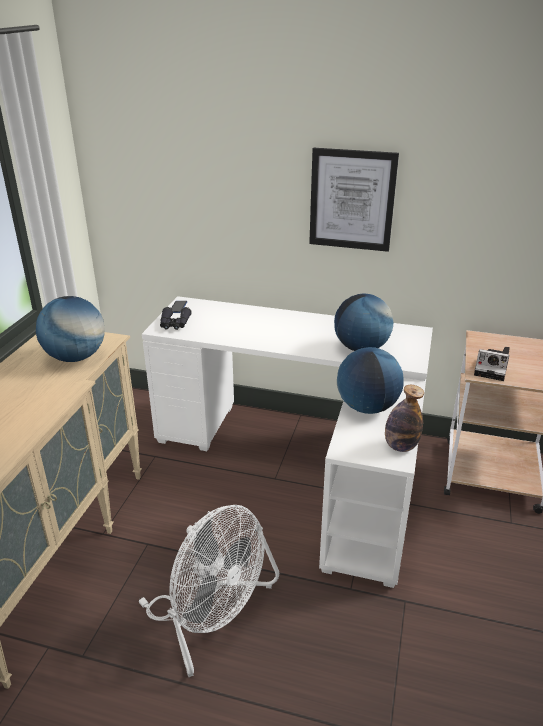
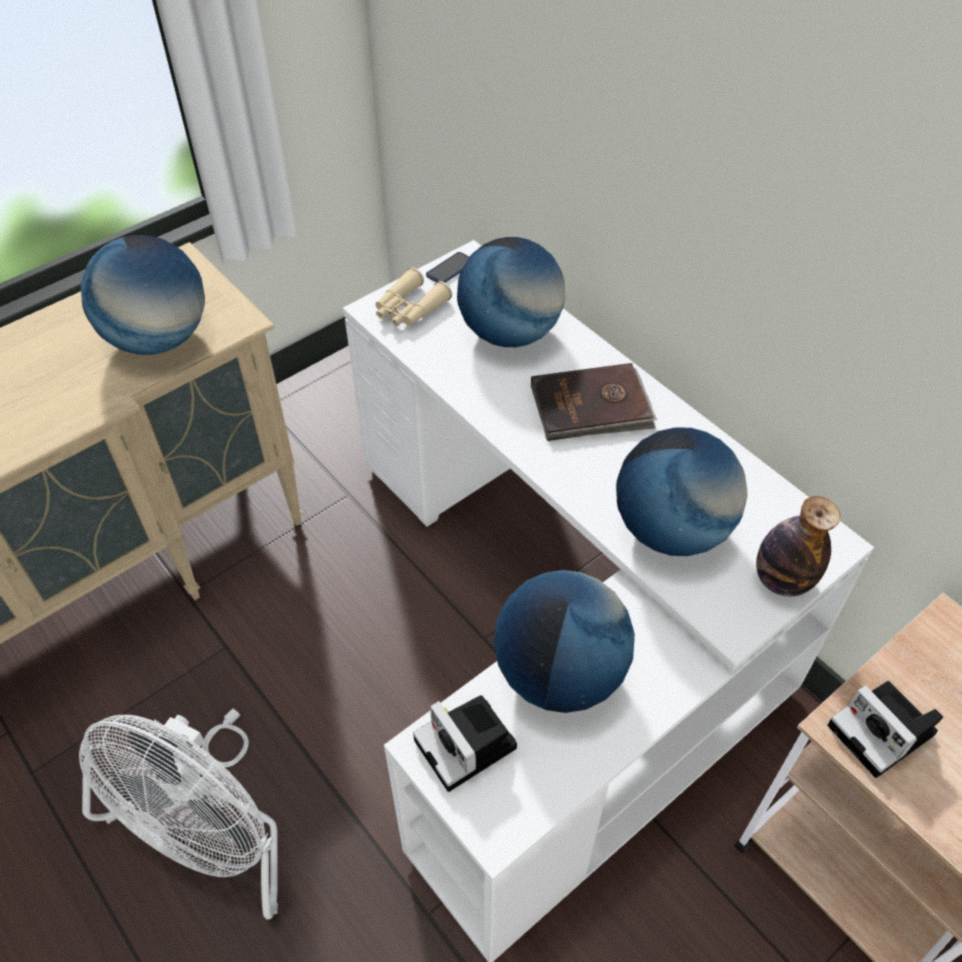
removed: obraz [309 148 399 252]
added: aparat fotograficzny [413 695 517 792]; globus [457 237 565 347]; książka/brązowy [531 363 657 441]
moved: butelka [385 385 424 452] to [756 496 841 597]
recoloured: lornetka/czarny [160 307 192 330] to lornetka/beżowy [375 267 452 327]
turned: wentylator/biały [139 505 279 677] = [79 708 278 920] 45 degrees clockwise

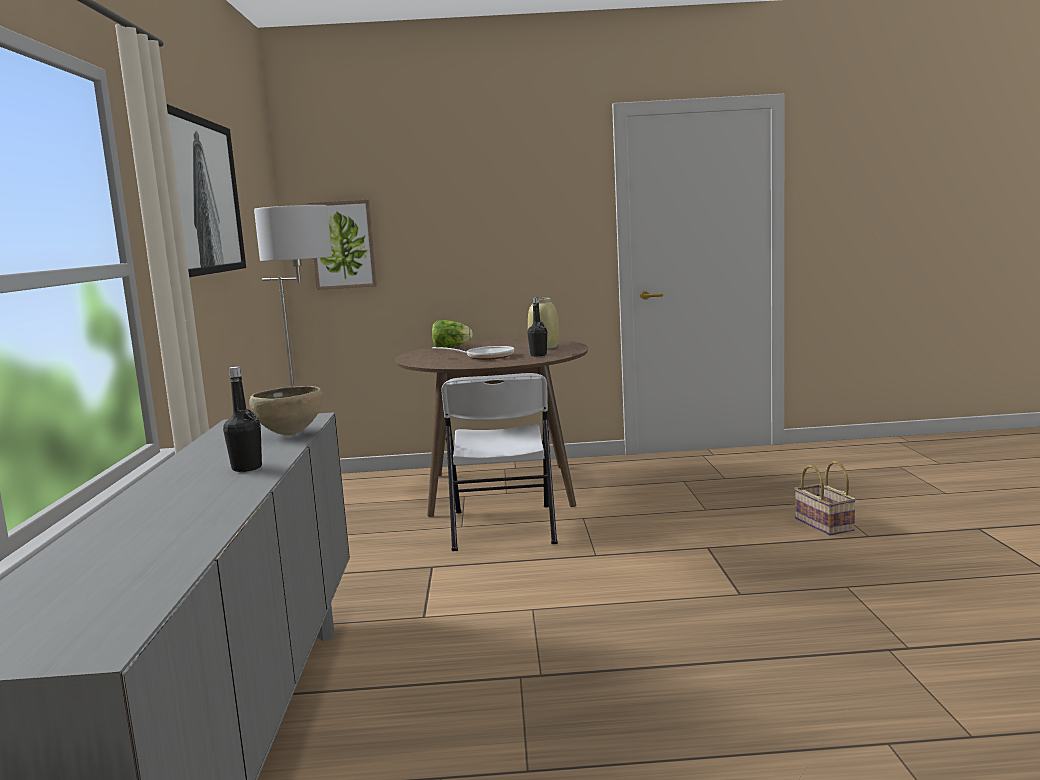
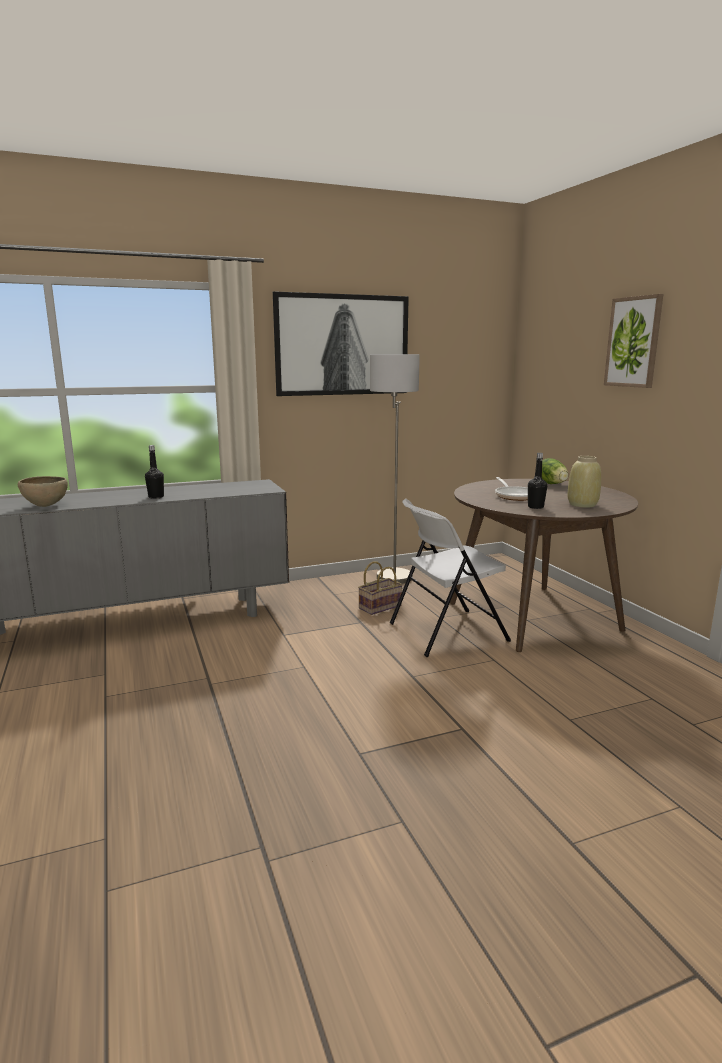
moved: miska/brązowy [249 386 323 435] to [18 476 68 507]; obraz [308 200 377 290] to [604 294 663 388]; koszyk [794 461 856 536] to [358 561 403 615]

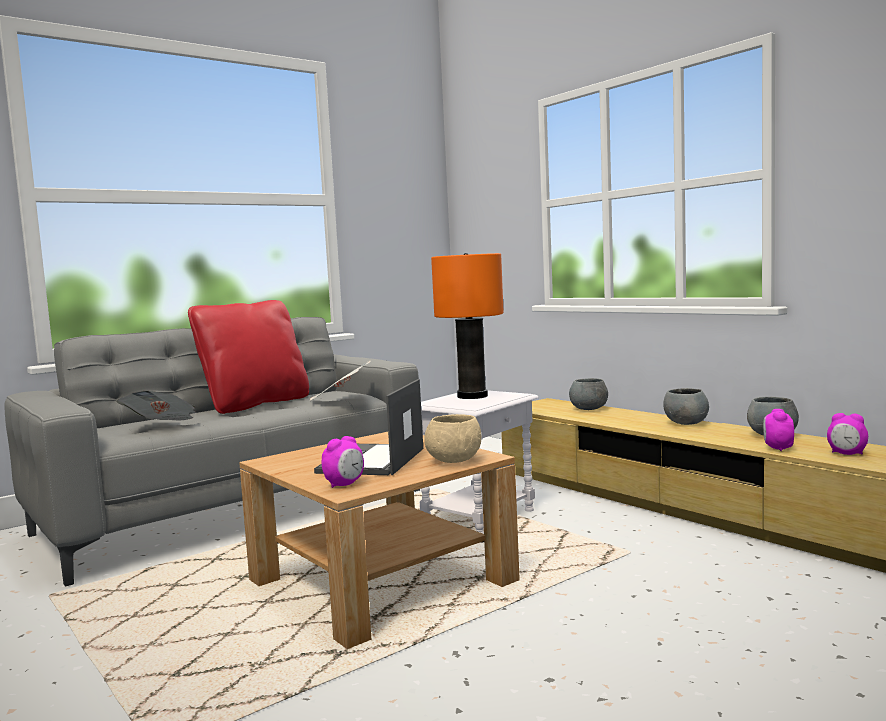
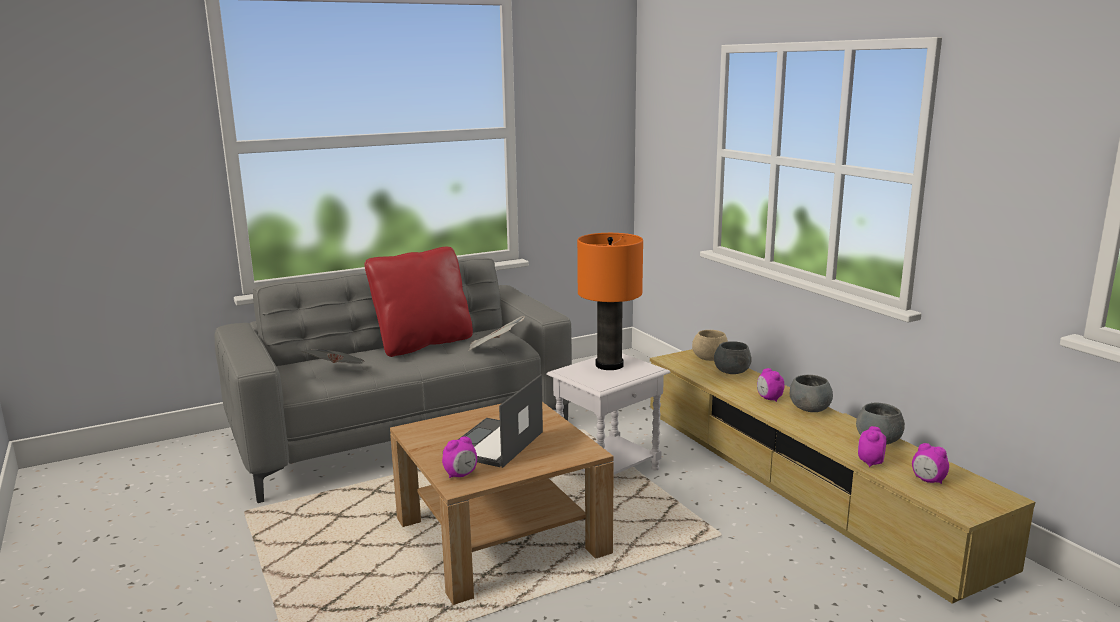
added: budzik [757 368 784 402]
moved: miska/beżowy [424 414 481 463] to [692 330 728 361]

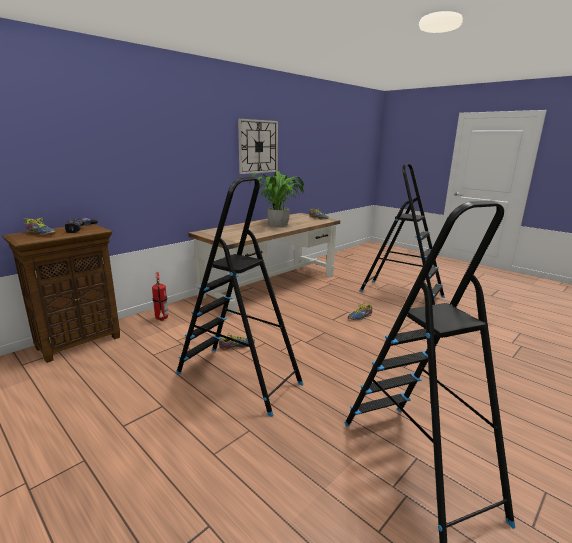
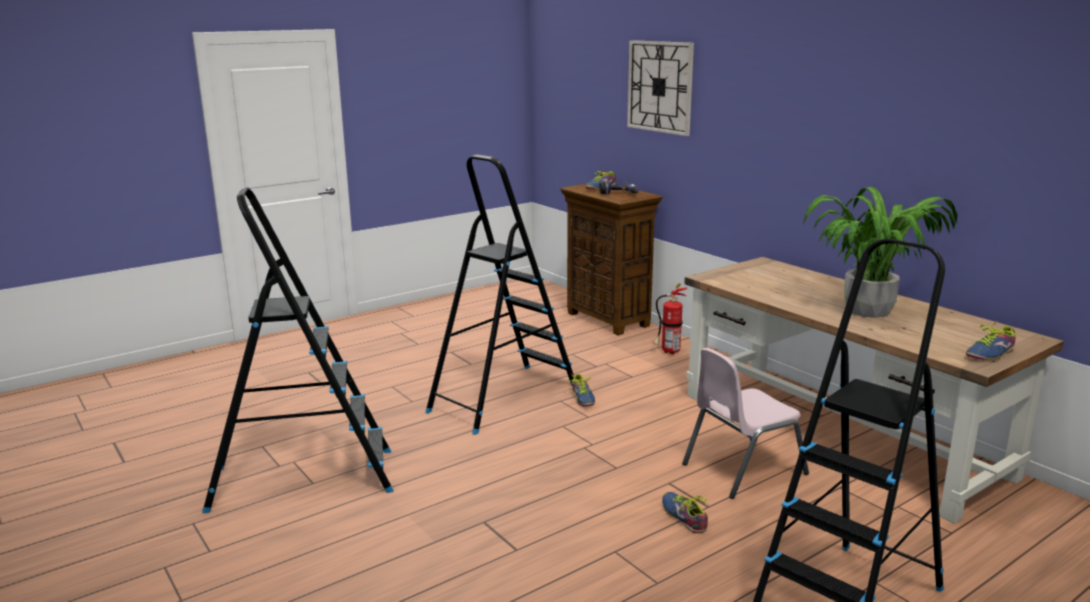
added: krzesło/różowy [682 348 809 499]
moved: zegar ścienny [238 119 278 174] to [627 40 694 136]

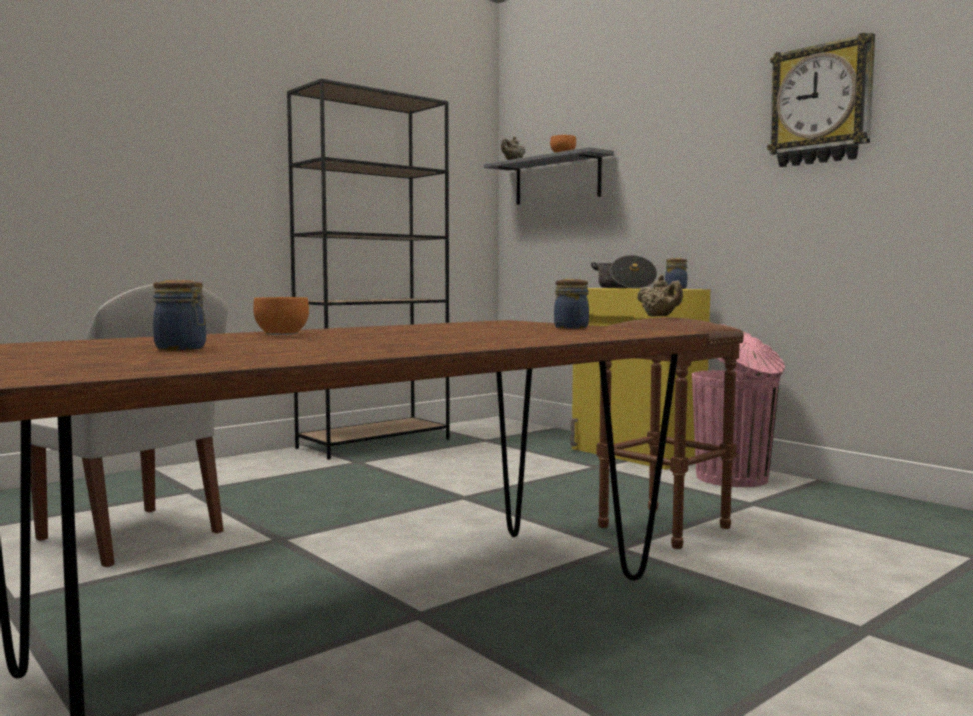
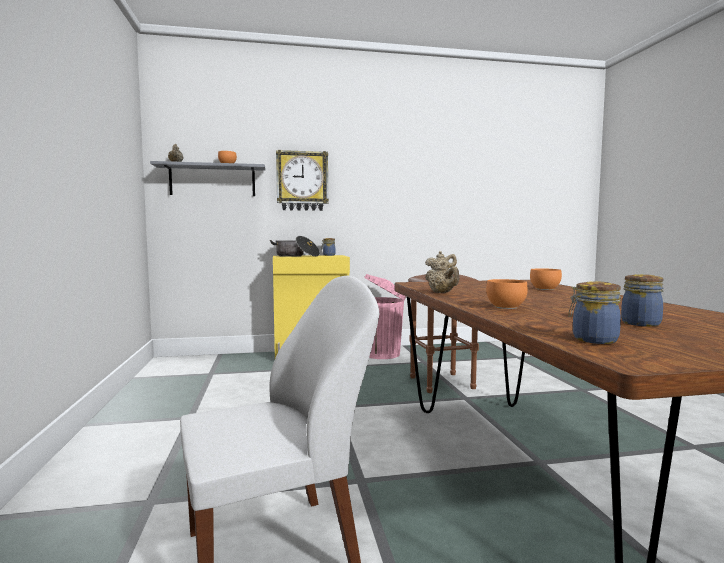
removed: regał/beżowy [287 79 450 460]
added: imbryk/beżowy [425 261 459 293]; miska/pomarańczowy [530 268 562 290]
moved: słoik [554 279 589 329] to [568 281 621 344]; zegar ścienny [767 33 875 167] to [276 150 329 211]

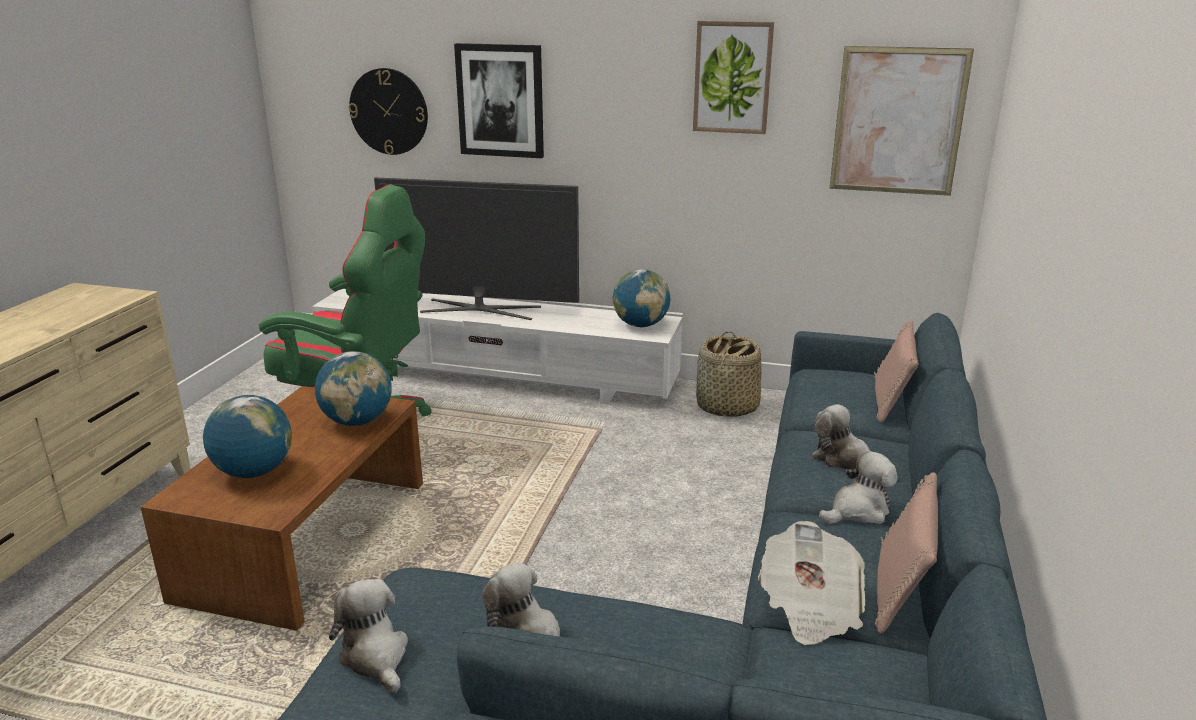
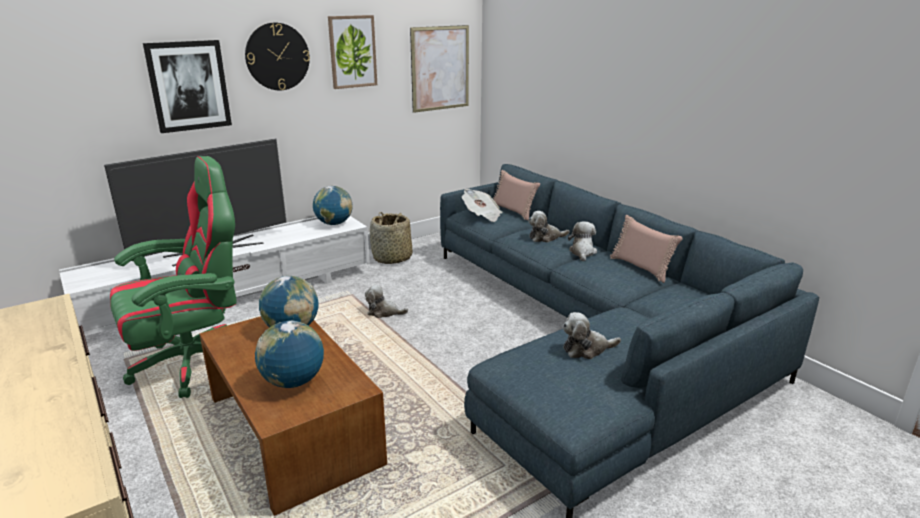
moved: pluszak [329 579 408 693] to [365 285 408 318]; zegar ścienny [348 68 428 155] to [245 23 310 90]; gazeta [758 521 865 645] to [462 189 502 222]

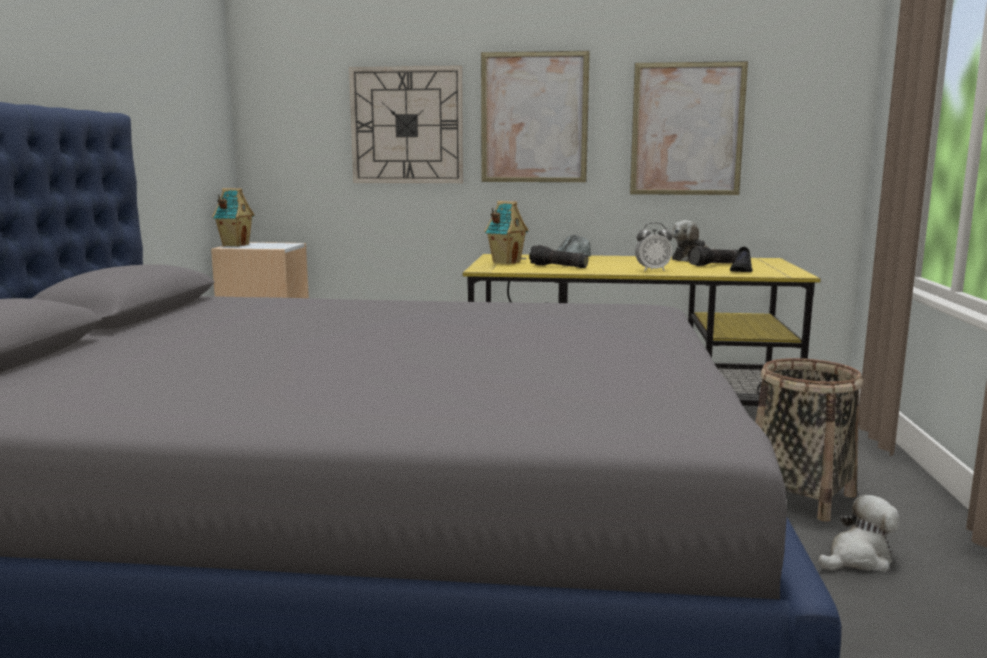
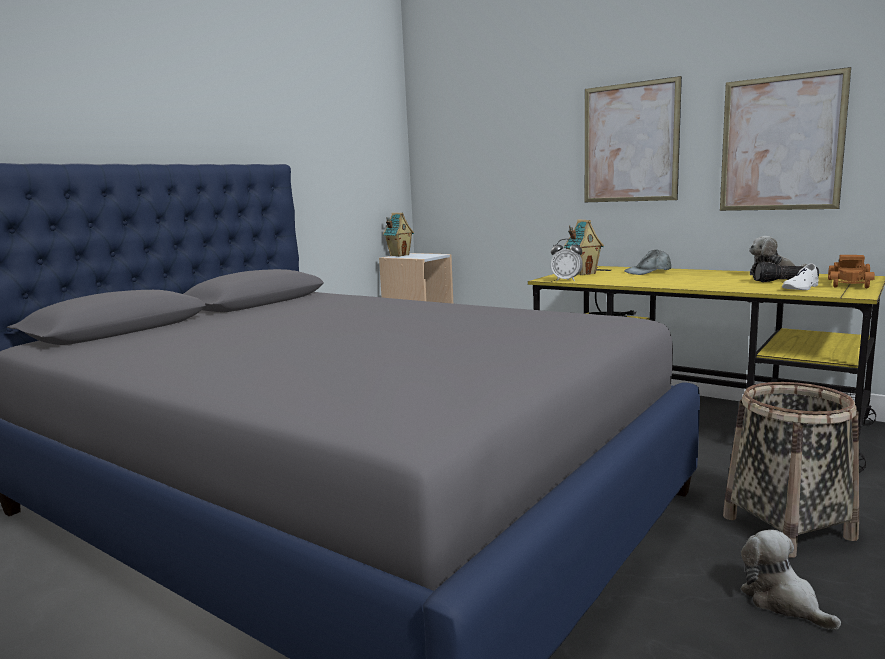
removed: zegar ścienny [349 66 463 183]; latarka [529 245 588 268]
added: ciężarówka zabawkowa [828 255 875 288]
moved: budzik [635 222 672 271] to [551 239 583 281]
recoloured: but/czarny [730 246 752 272] to but/biały [782 263 819 290]
turned: pluszak [818 495 900 572] = [740 530 841 630] 120 degrees counterclockwise

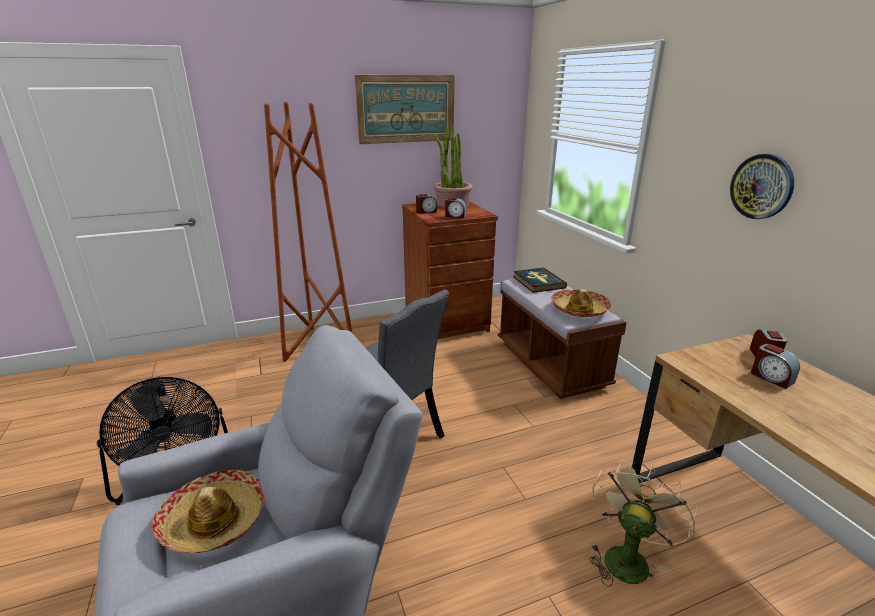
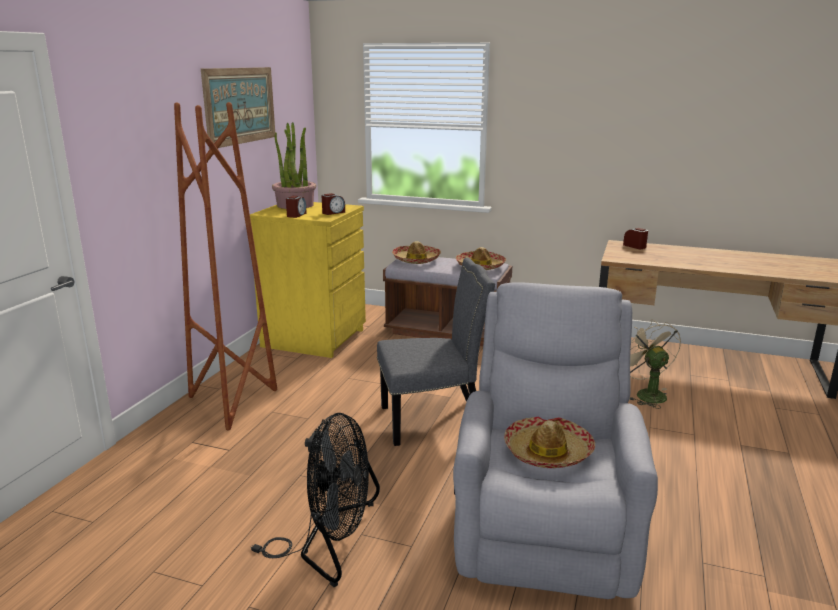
removed: zegar ścienny [730 154 794 219]; budzik [751 344 800 389]
replaced: książka [513 268 567 293] to kapelusz [392 241 441 264]
recoloured: komoda/brązowy [402 202 498 339] to komoda/żółty [250 202 366 358]

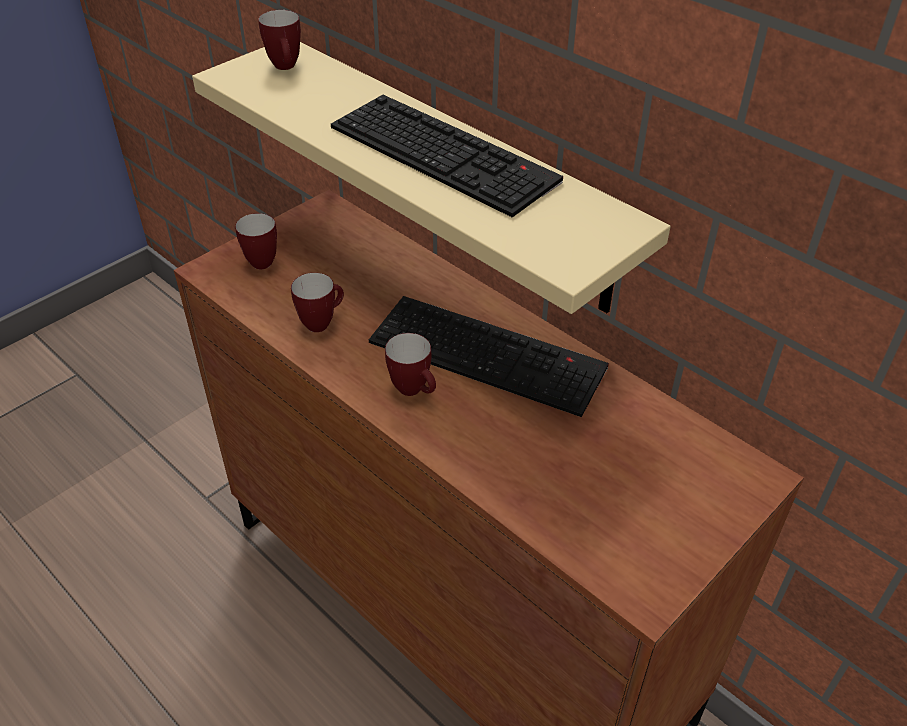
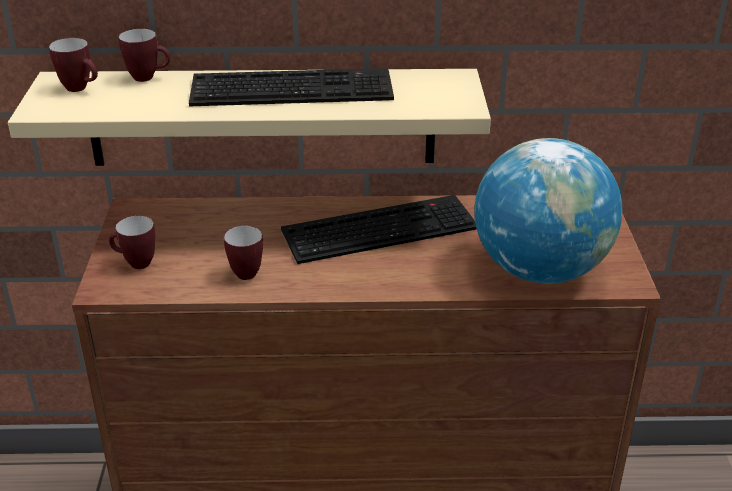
added: globus [475 138 623 284]
moved: kubek [385 333 436 396] to [118 29 170 82]

